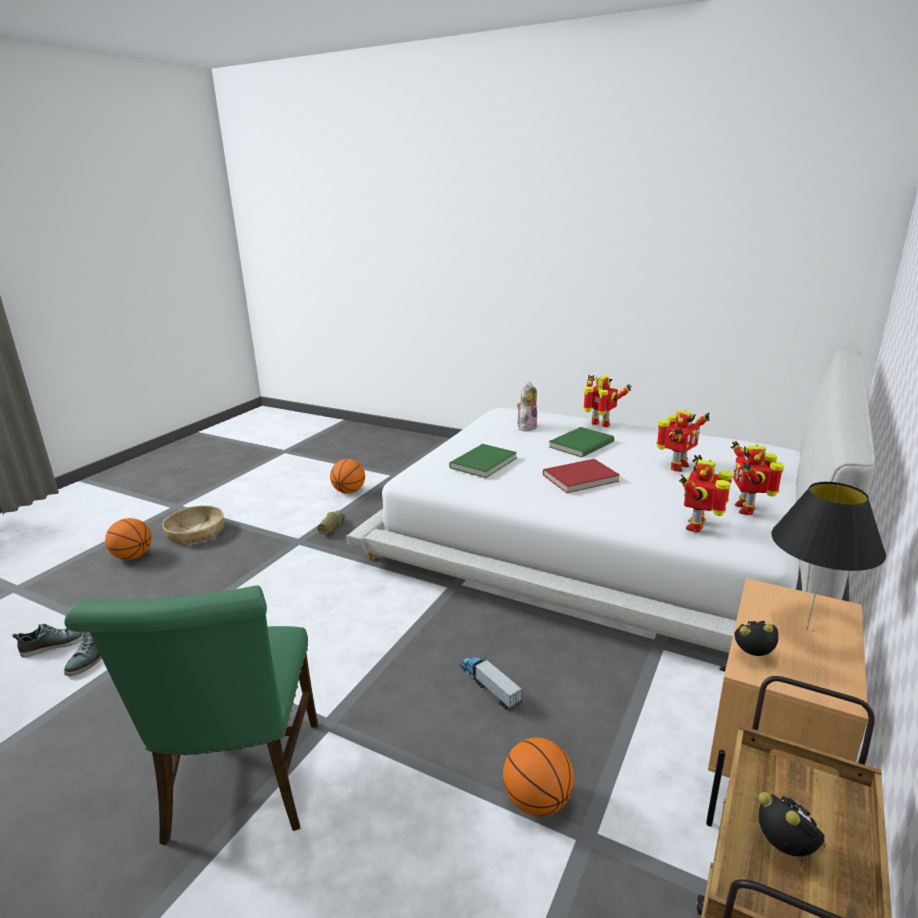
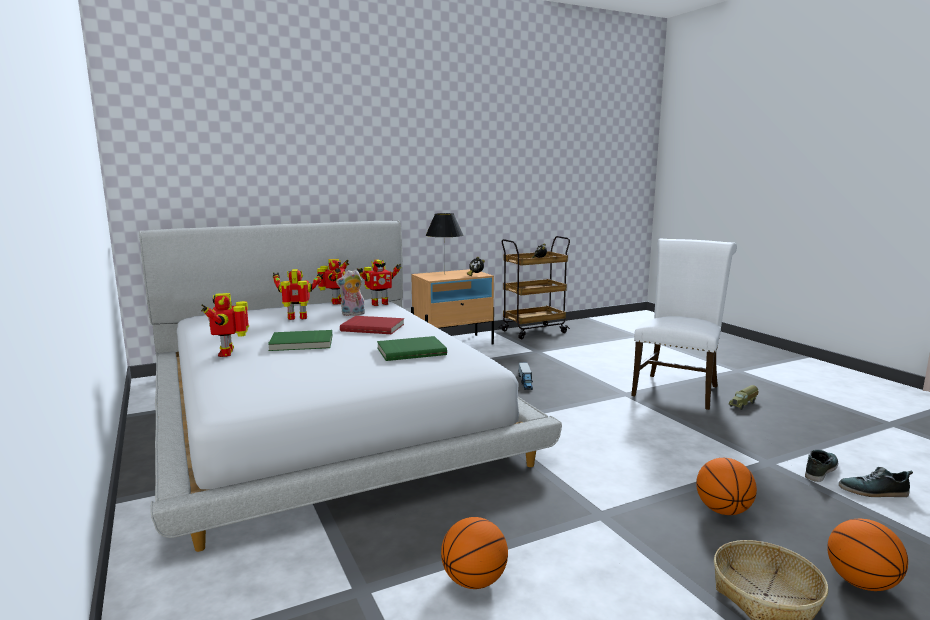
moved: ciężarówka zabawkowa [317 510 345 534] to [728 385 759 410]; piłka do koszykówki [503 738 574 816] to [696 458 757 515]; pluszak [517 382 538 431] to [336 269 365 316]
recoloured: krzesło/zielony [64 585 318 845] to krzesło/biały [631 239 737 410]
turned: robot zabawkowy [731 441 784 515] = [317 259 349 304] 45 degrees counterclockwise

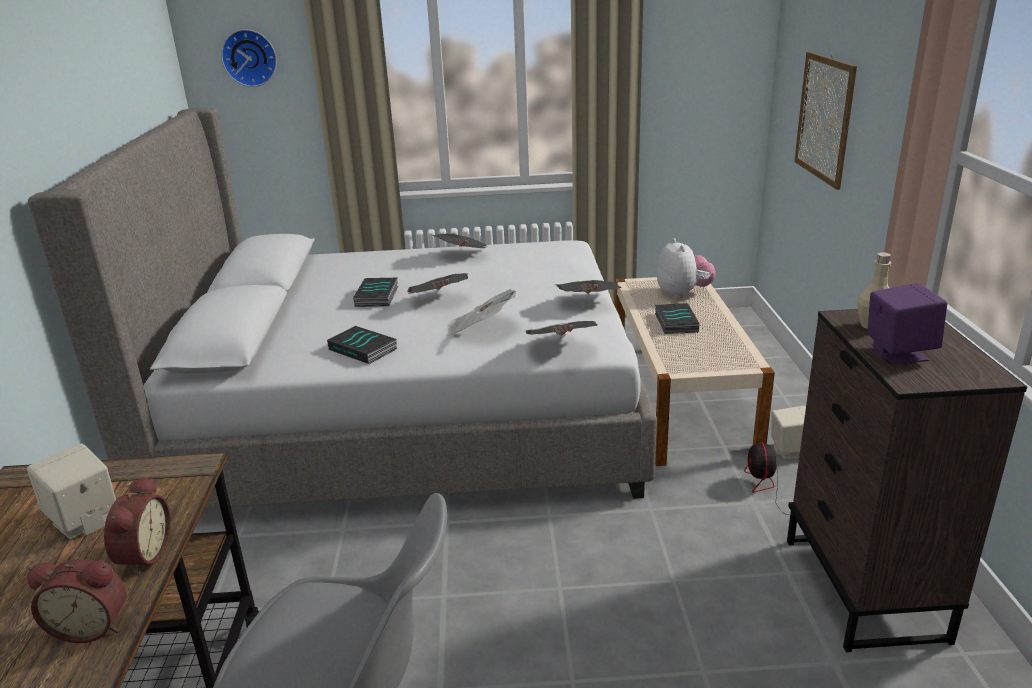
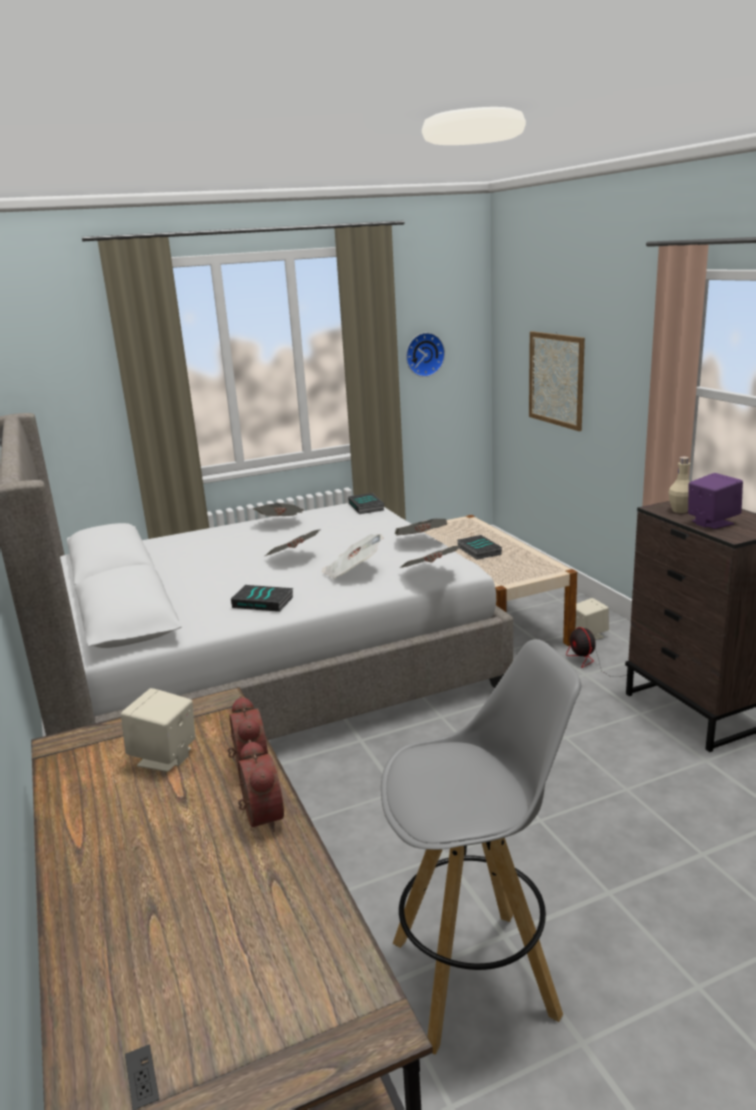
removed: pluszak [657 238 715 299]
moved: zegar ścienny [221 29 277 87] to [406 333 445 377]; książka [353 278 399 307] to [348 493 384 514]
turned: budzik [27 559 127 643] = [238 740 284 832] 90 degrees counterclockwise

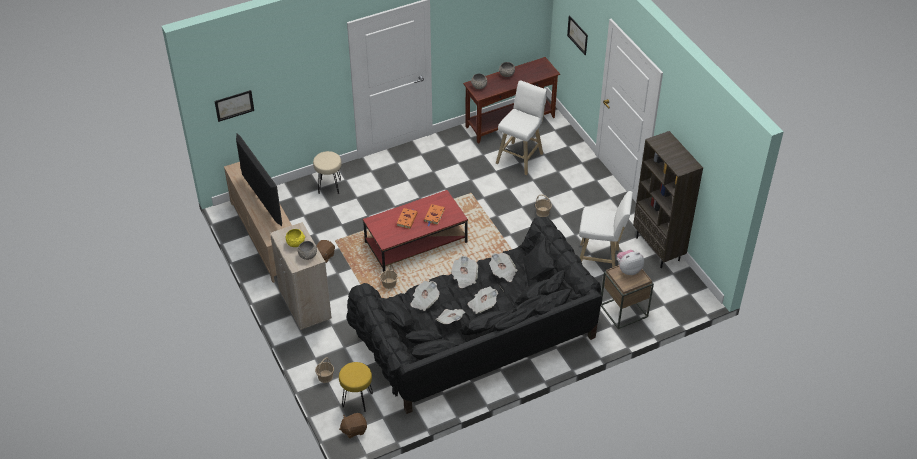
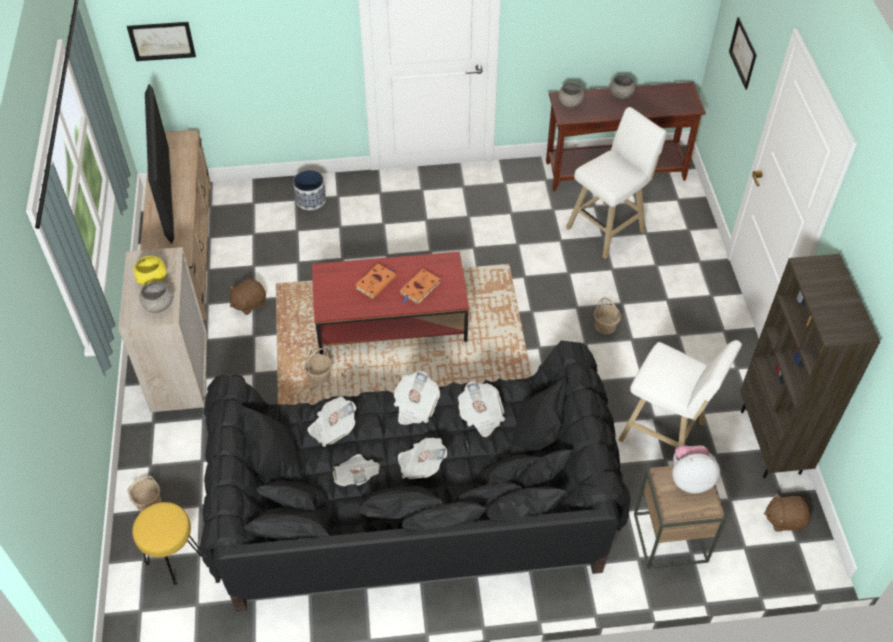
moved: pluszak/brązowy [339 413 367 438] to [764 493 810 532]
replaced: stołek/beżowy [313 151 342 194] to donica [293 170 326 210]

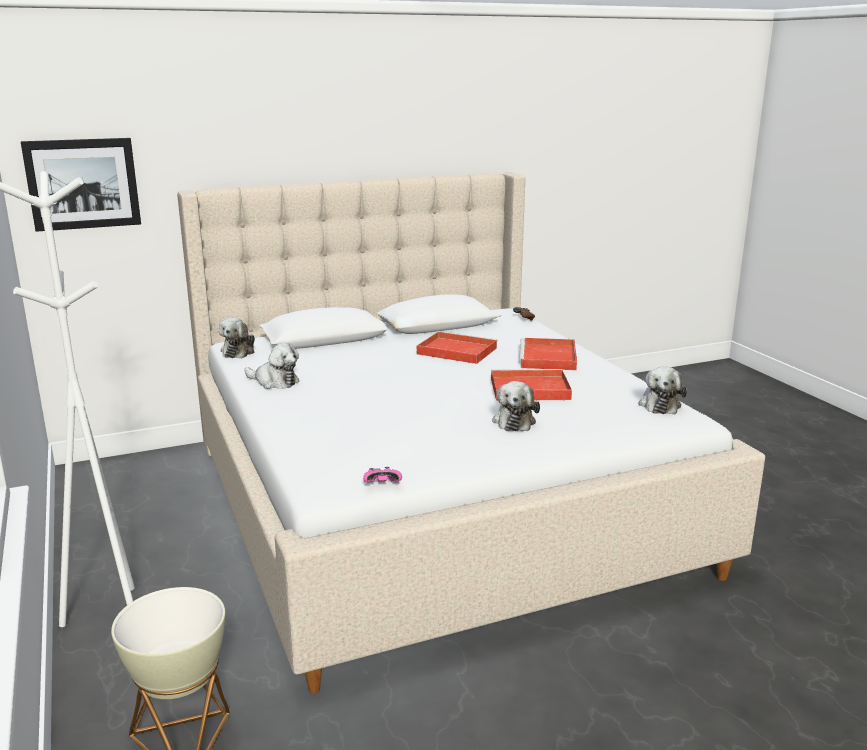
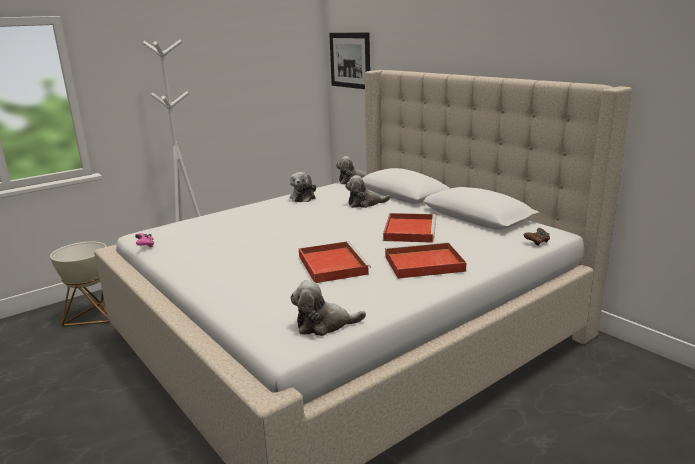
moved: pluszak [492 381 540 431] to [345 175 390 208]

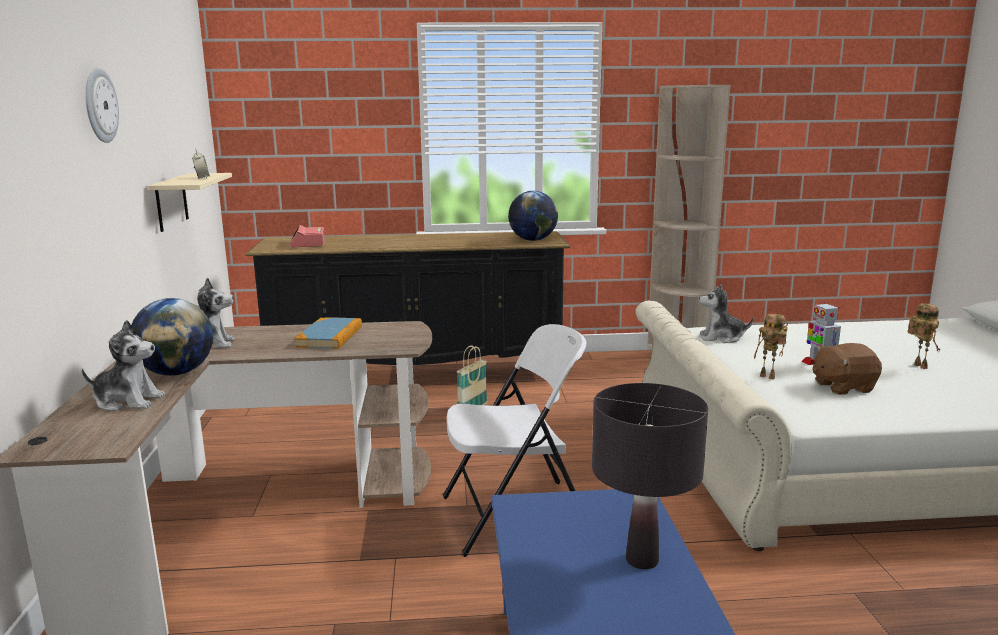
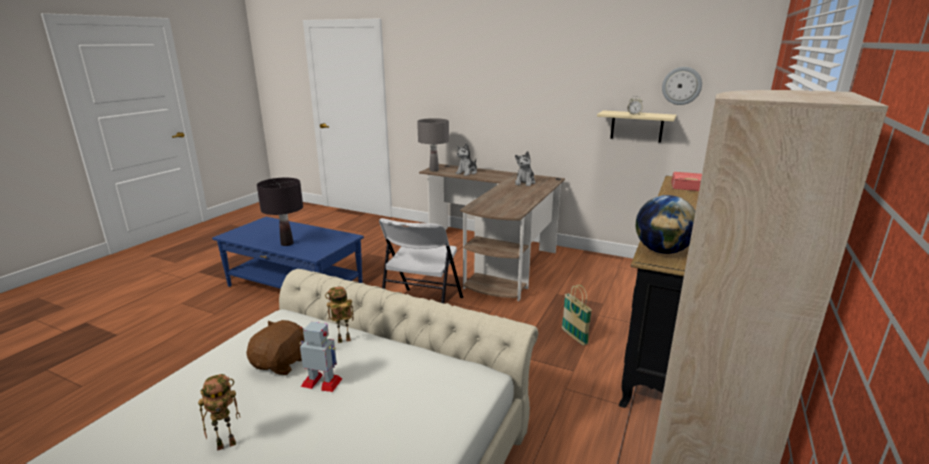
removed: globus [131 298 213 376]; książka [294 318 362 349]; pluszak [699 284 754 343]
added: lampa stołowa/szary [417 118 449 171]
moved: zegar ścienny [85 68 119 143] to [662 67 702 105]
turned: robot zabawkowy [907 304 940 369] = [198 374 240 451] 45 degrees counterclockwise

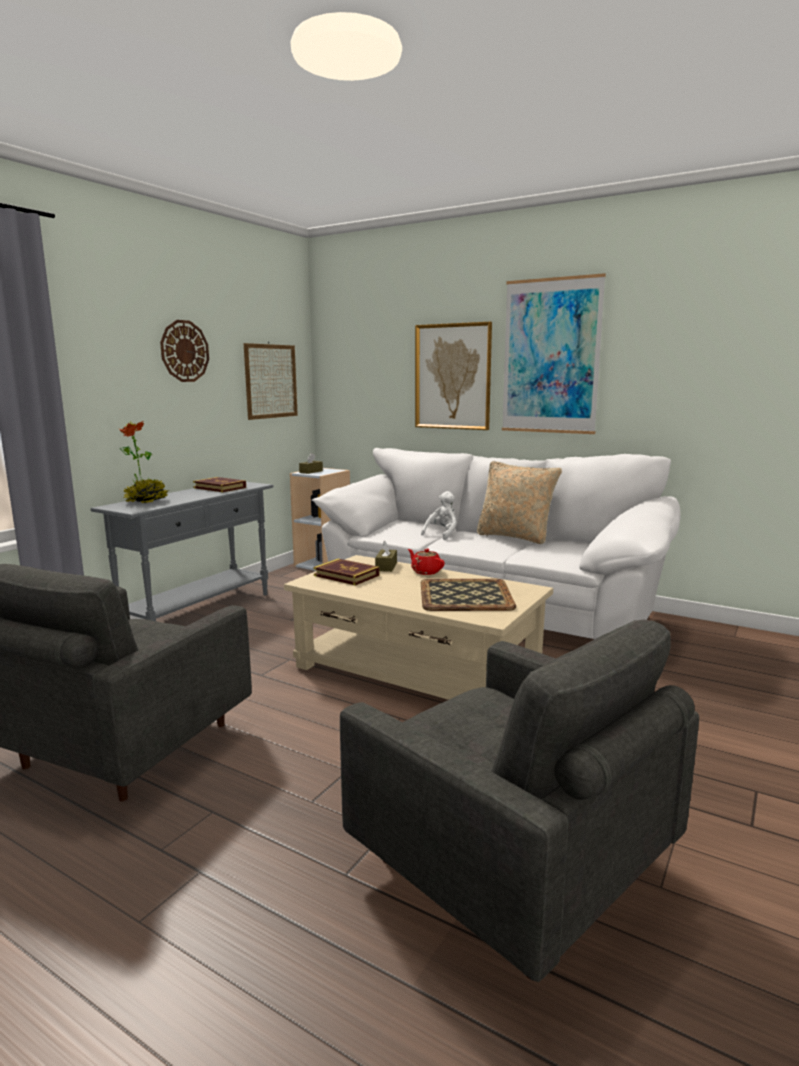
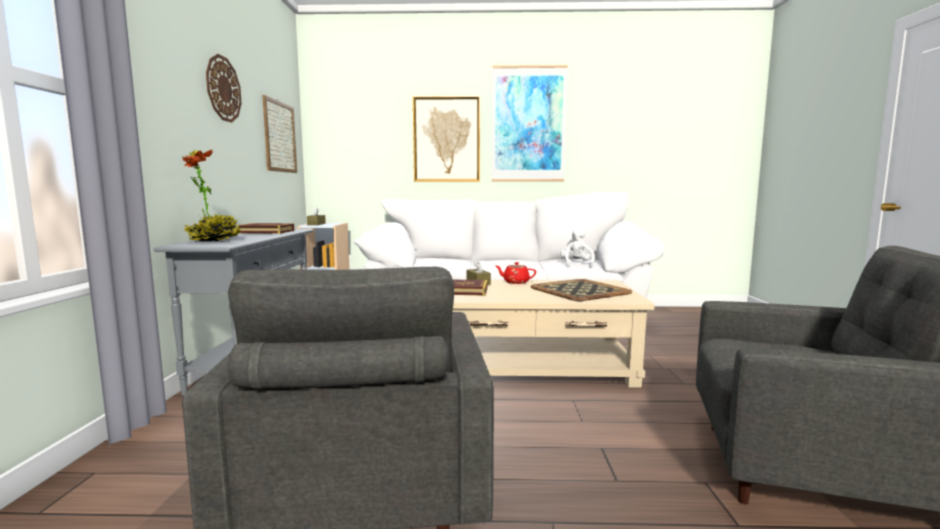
removed: poduszka/beżowy [477 461 562 544]
moved: pluszak/biały [421 491 457 540] to [560 228 595 268]

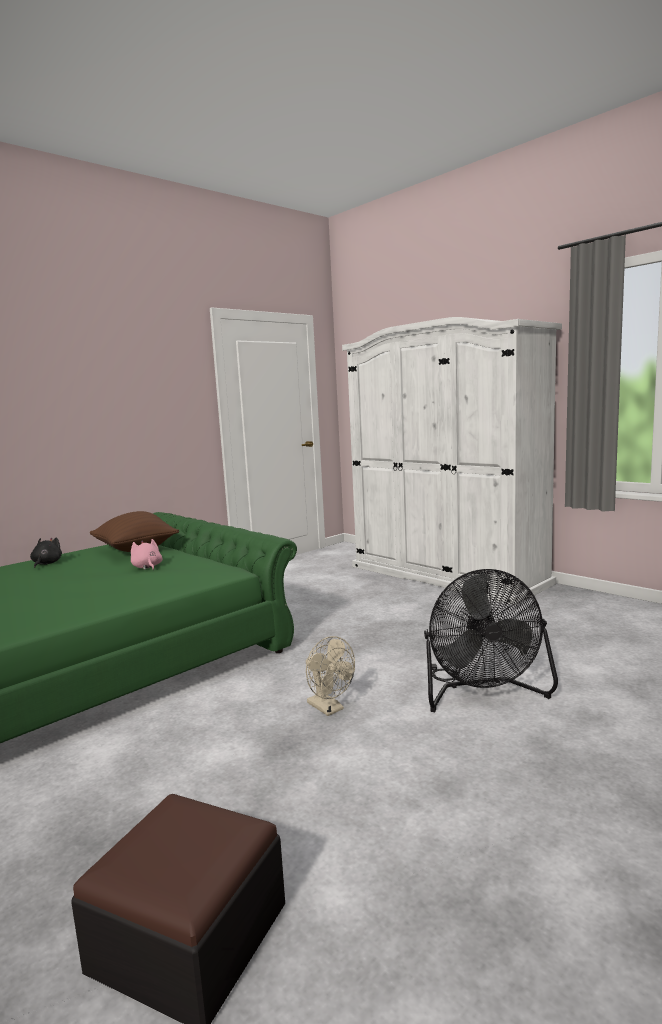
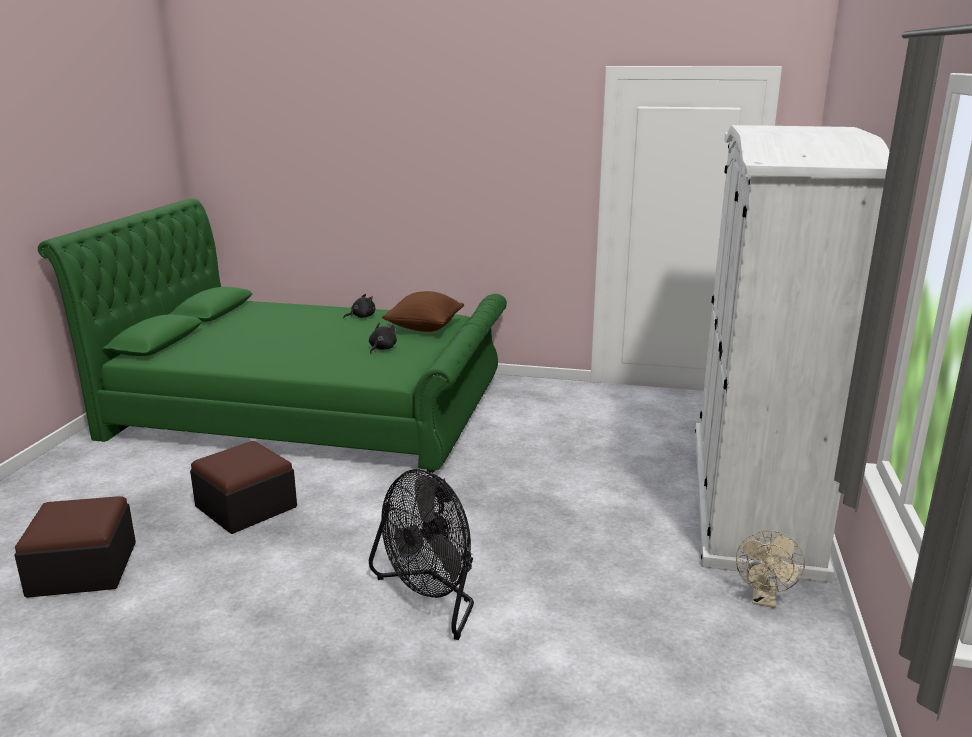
added: pufa [190 441 297 534]
moved: wentylator/beżowy [306 636 355 716] to [736 530 805 608]
recoloured: pluszak/różowy [131 539 163 570] to pluszak/czarny [369 323 397 354]

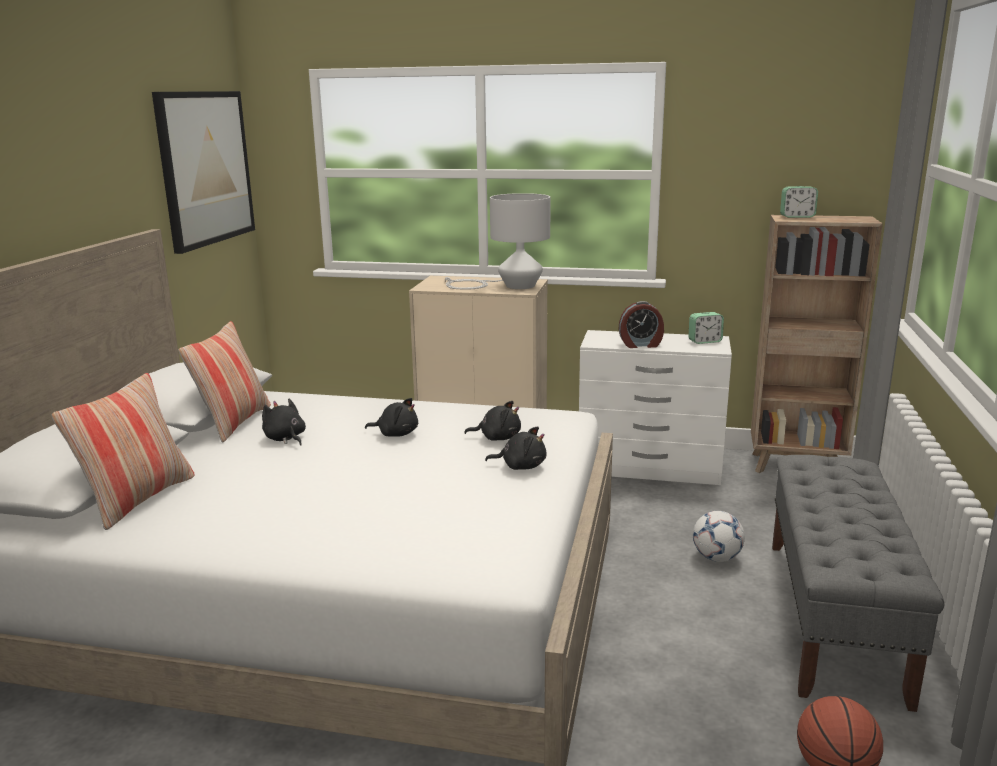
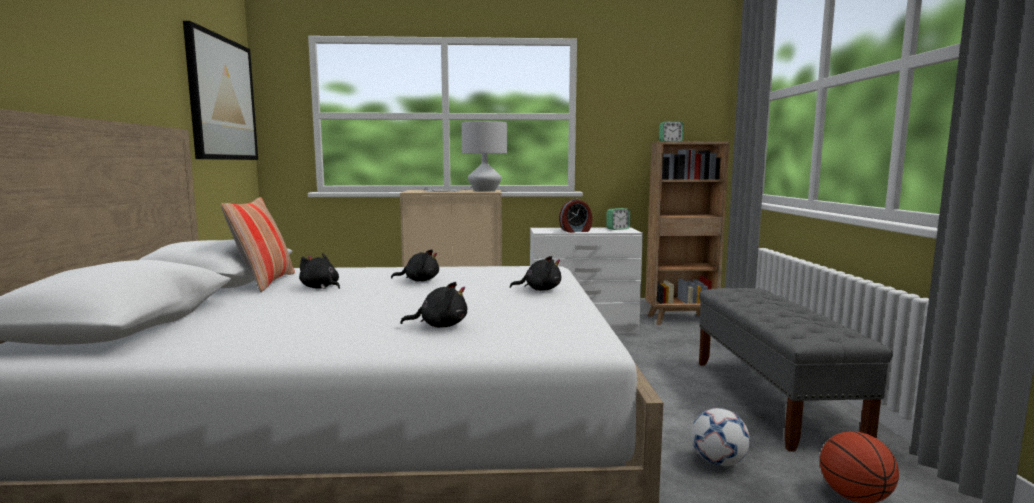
removed: poduszka [52 373 195 530]
moved: pluszak/czarny [464 401 521 441] to [400 282 467 328]; piłka futbolowa [693 511 745 562] to [691 408 750 466]

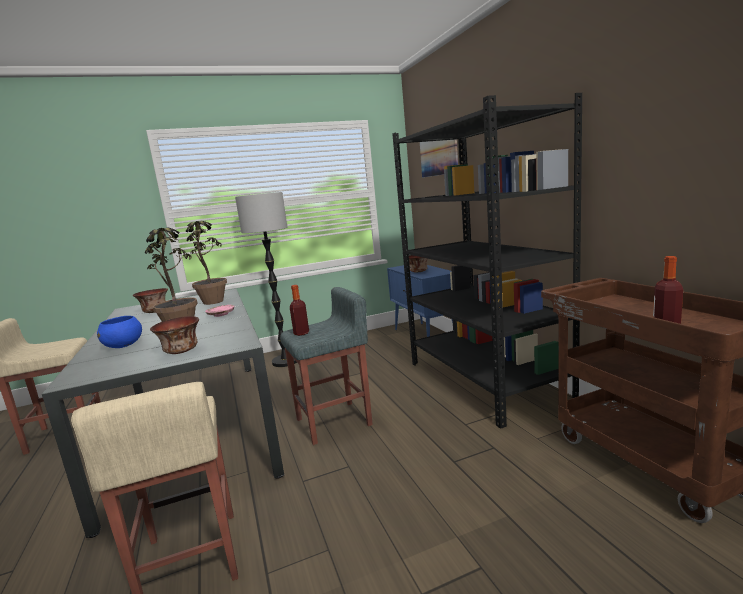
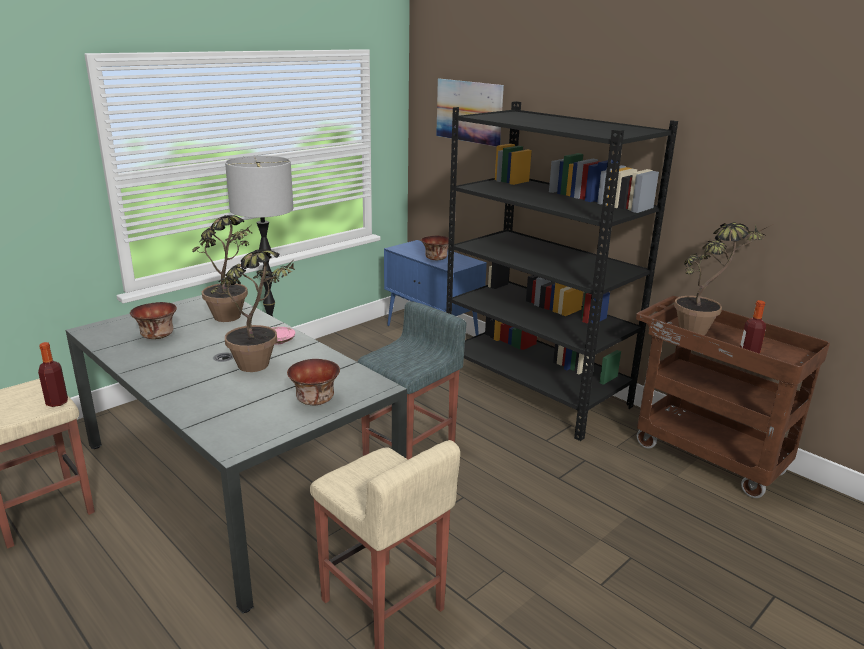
removed: miska/niebieski [97 316 142 348]
added: roślina doniczkowa [674 222 766 335]
moved: butelka [290 285 309 336] to [38 342 68 407]

